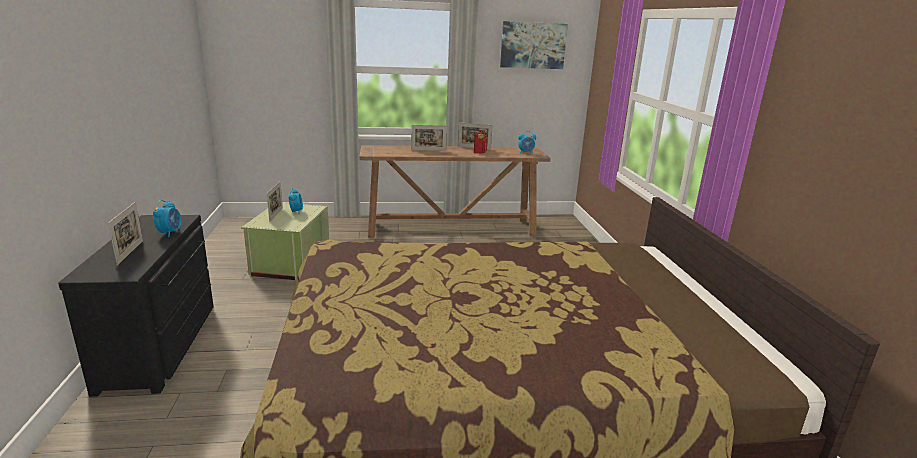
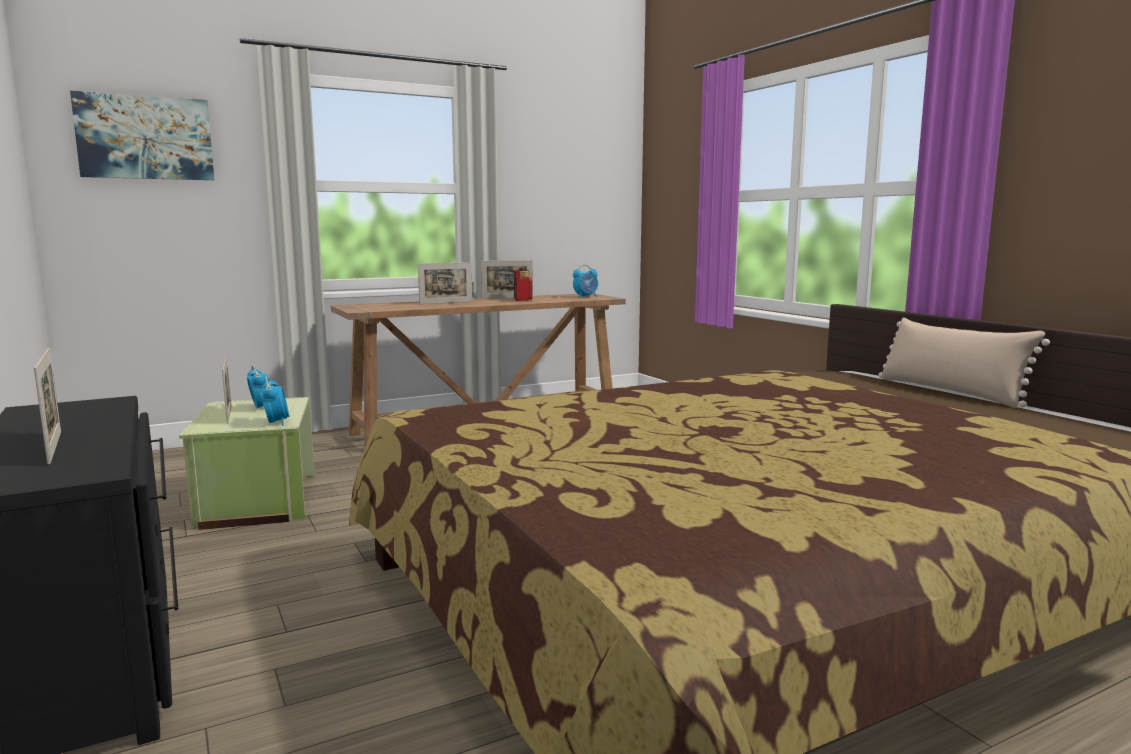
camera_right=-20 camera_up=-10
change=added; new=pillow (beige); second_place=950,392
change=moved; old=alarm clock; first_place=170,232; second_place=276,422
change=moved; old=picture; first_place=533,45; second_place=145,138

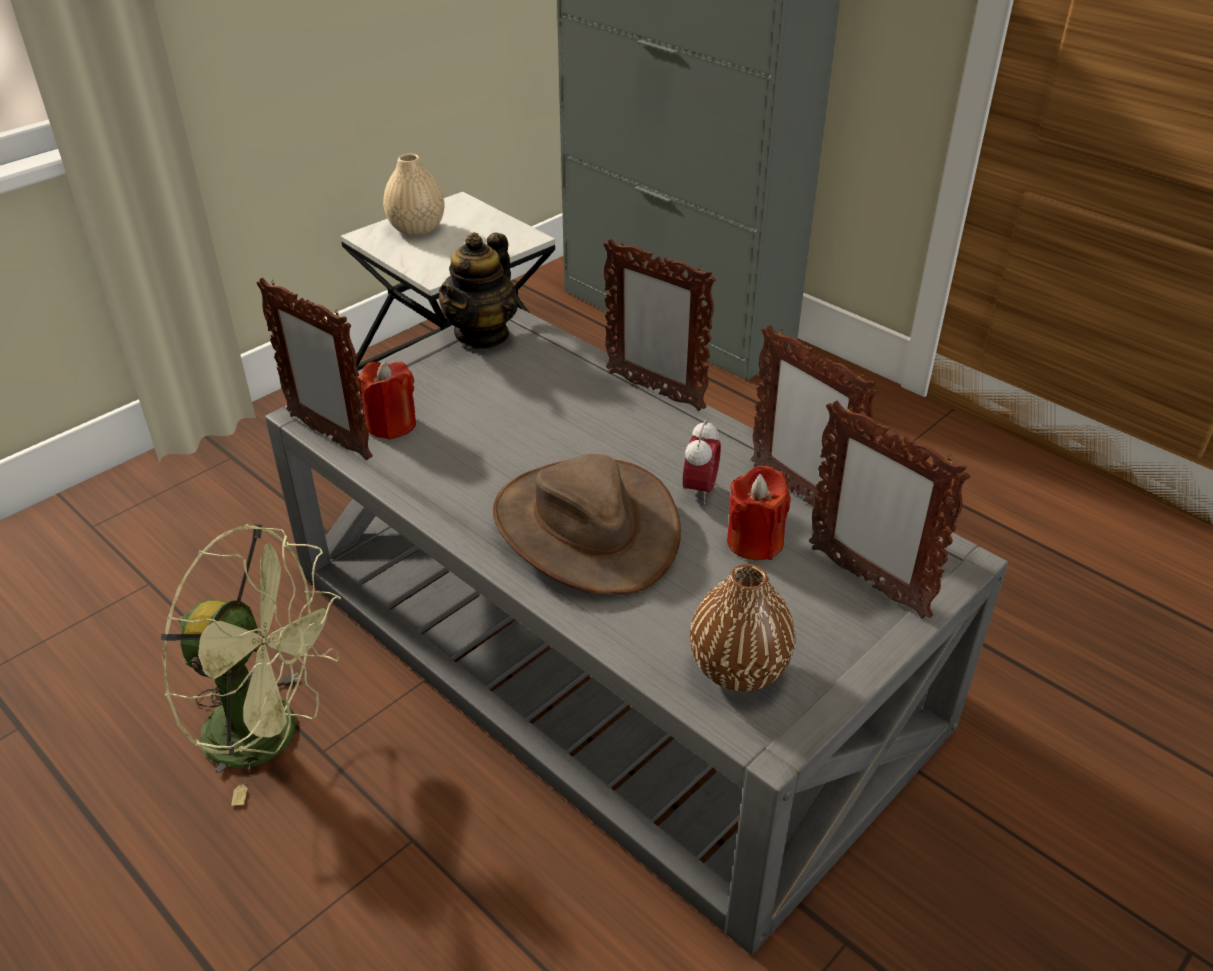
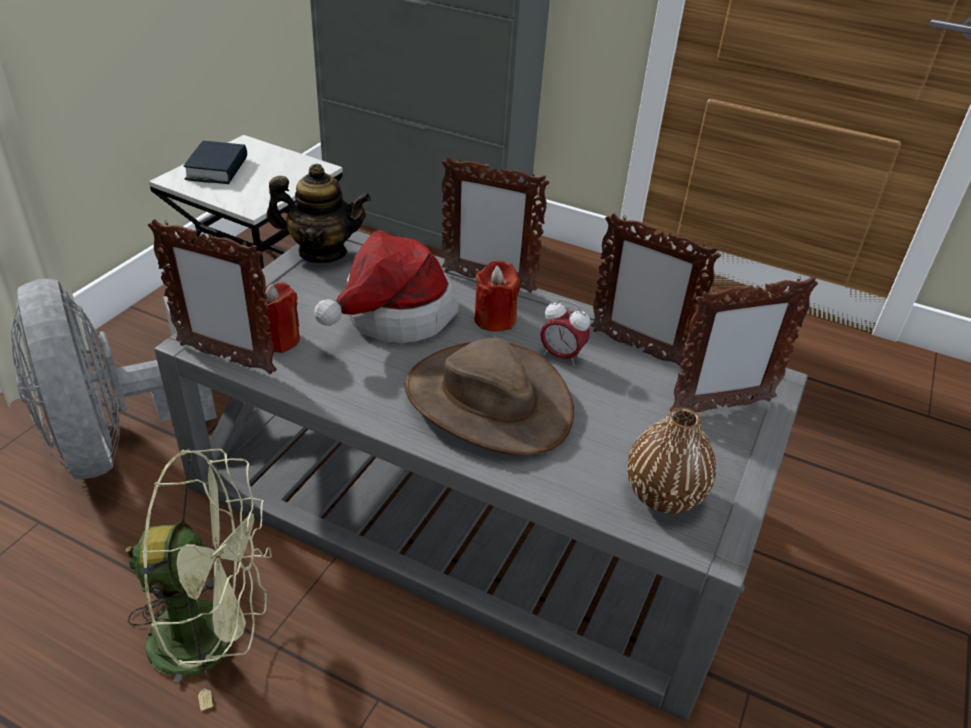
camera_right=-20 camera_up=0
change=added; new=fan (grey); second_place=117,440
change=added; new=hat; second_place=392,314
change=moved; old=candle (red); first_place=754,541; second_place=495,319
change=replaced; old=vase (beige); new=book; first_place=417,229; second_place=217,169
change=turned; old=teapot; first_place=482,334; second_place=322,252; degrees=-90
change=turned; old=alarm clock; first_place=699,490; second_place=561,356; degrees=120
change=turned; old=picture frame; first_place=866,581; second_place=720,407; degrees=-45

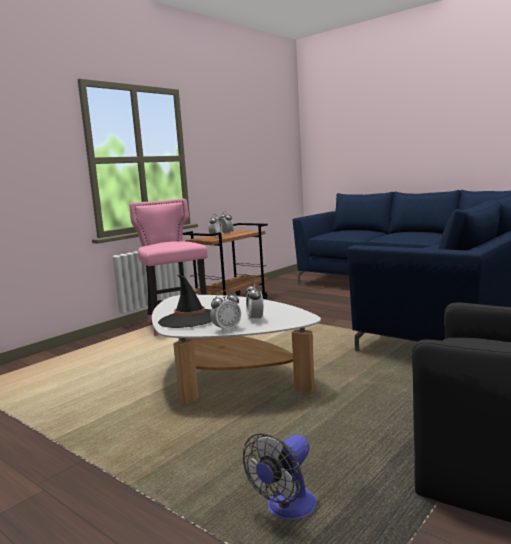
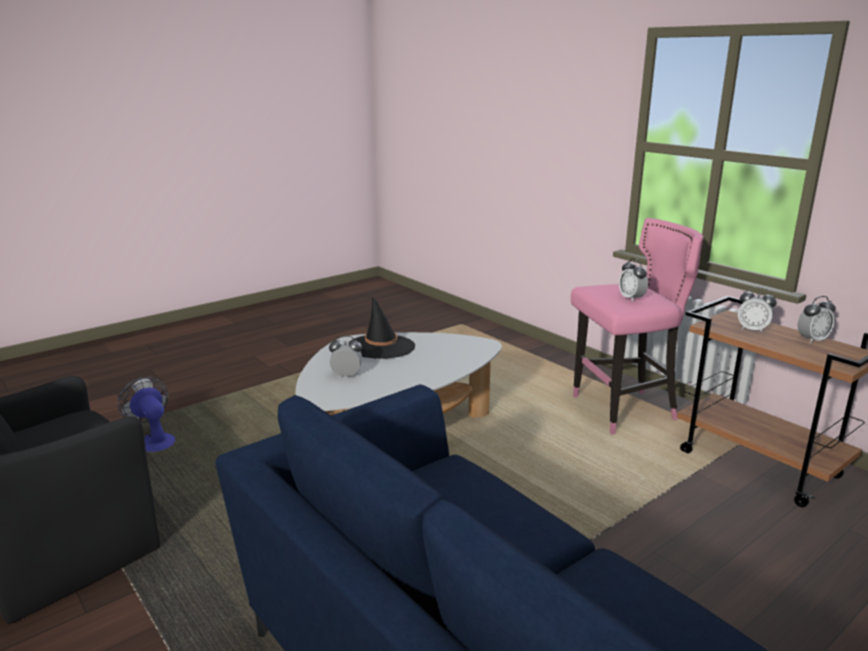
camera_right=100 camera_up=10
change=moved; old=alarm clock; first_place=226,329; second_place=631,298

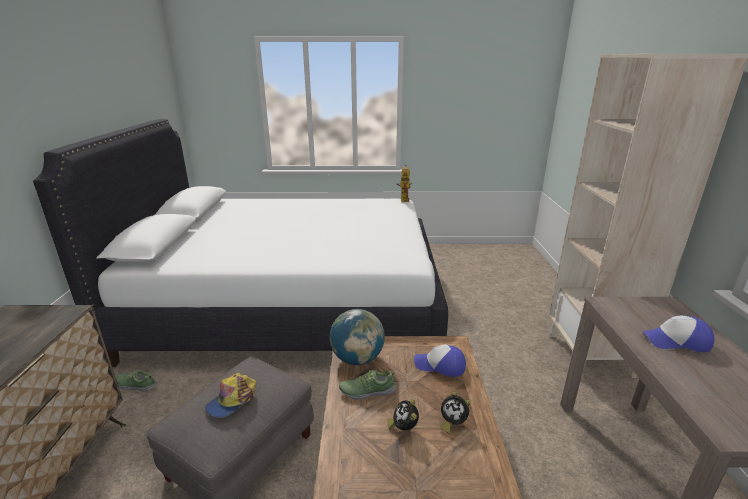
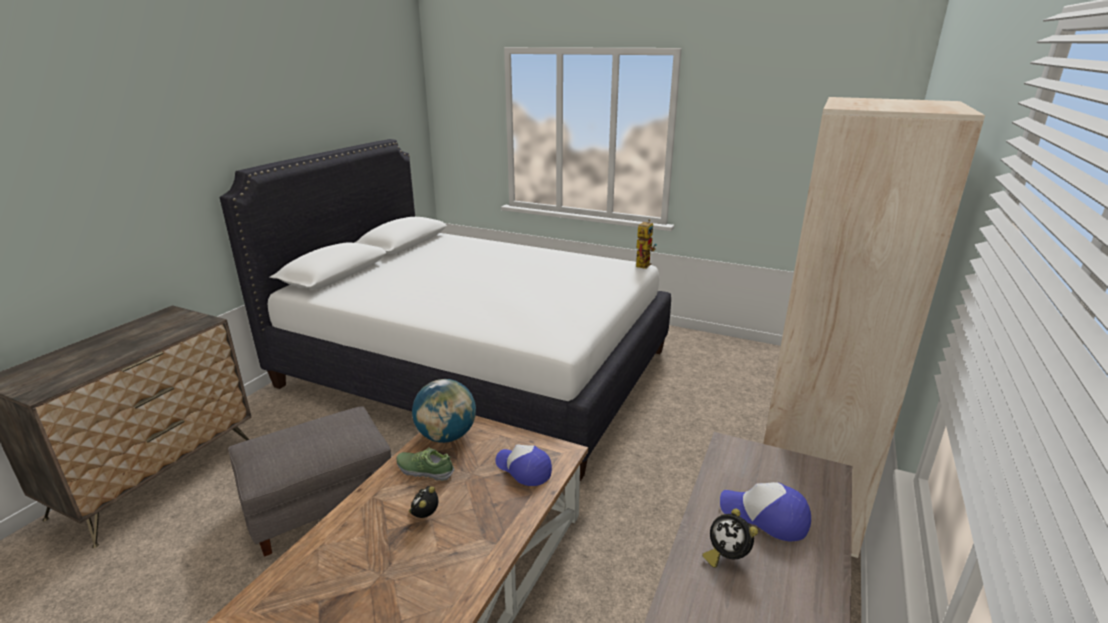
camera_right=25 camera_up=0
change=removed; old=shoe; first_place=136,385
change=removed; old=cap; first_place=232,400
change=moved; old=alarm clock; first_place=452,423; second_place=726,556

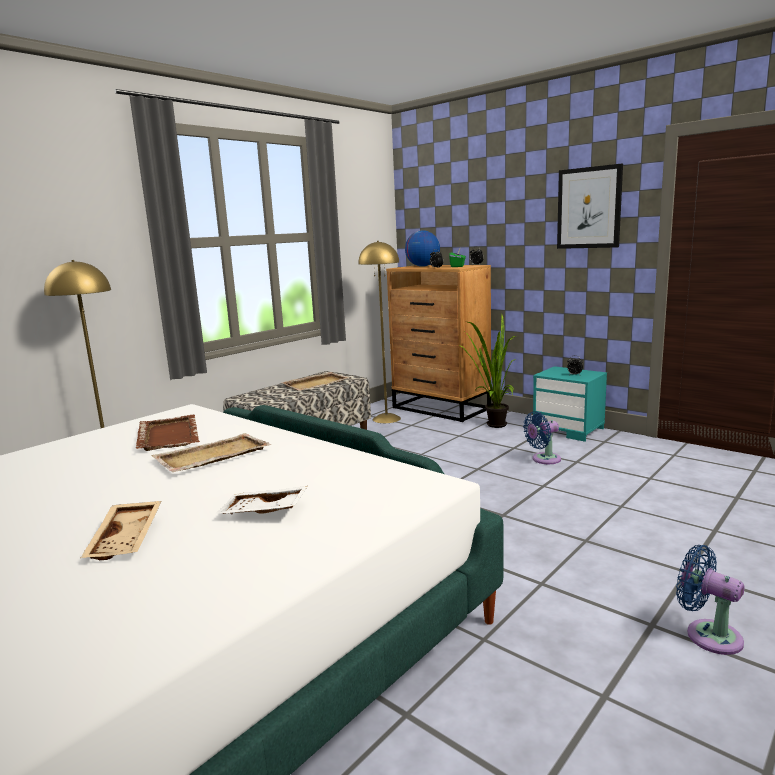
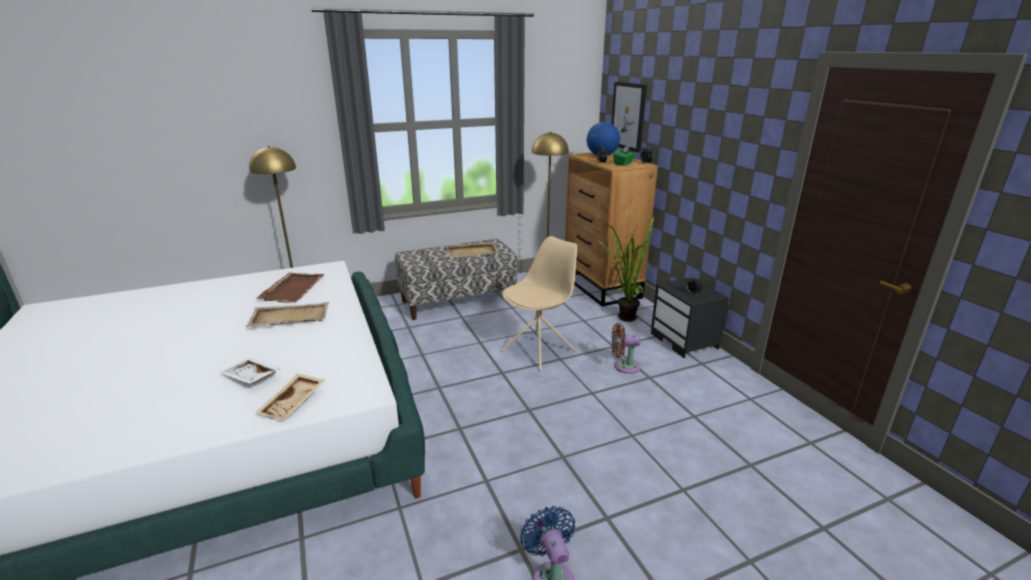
camera_right=25 camera_up=10
change=added; new=chair (beige); second_place=539,350
change=moved; old=tray (beige); first_place=128,539; second_place=294,404
change=moved; old=picture; first_place=589,208; second_place=628,116
change=recoloured; old=fan (blue); new=fan (brown); first_place=543,459; second_place=624,366
change=recoloured; old=nightstand (turquoise); new=nightstand (black); first_place=569,430; second_place=685,341

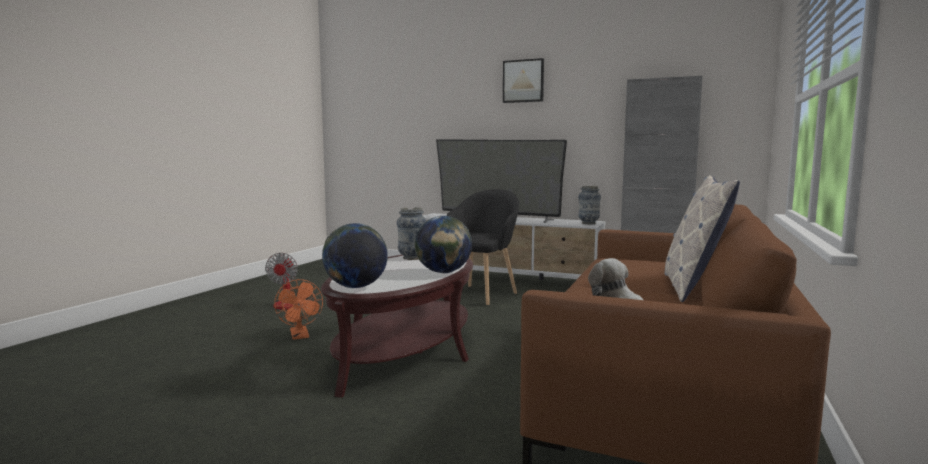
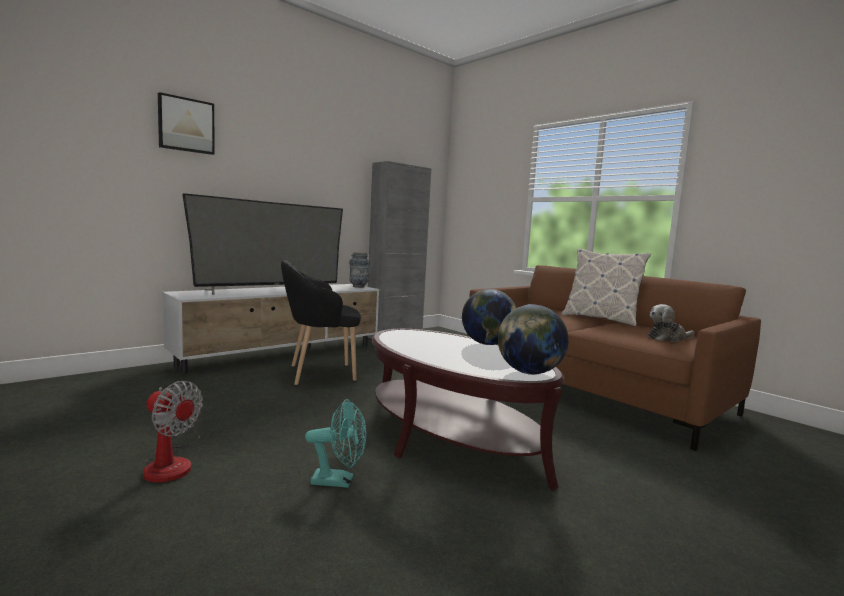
camera_right=-65 camera_up=0
change=removed; old=vase; first_place=412,258
change=moved; old=picture; first_place=523,81; second_place=186,125
change=recoloured; old=fan (orange); new=fan (turquoise); first_place=300,336; second_place=339,481
change=turned; old=armchair (black); first_place=481,295; second_place=319,374; degrees=-75

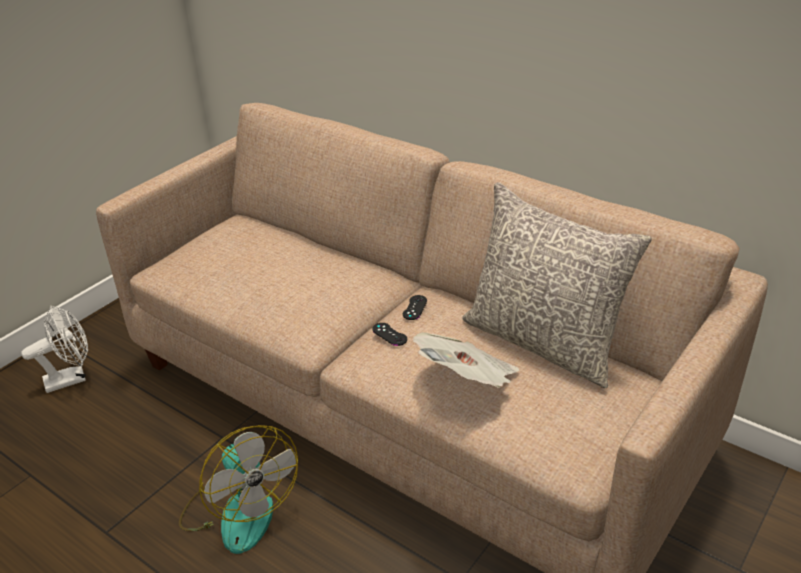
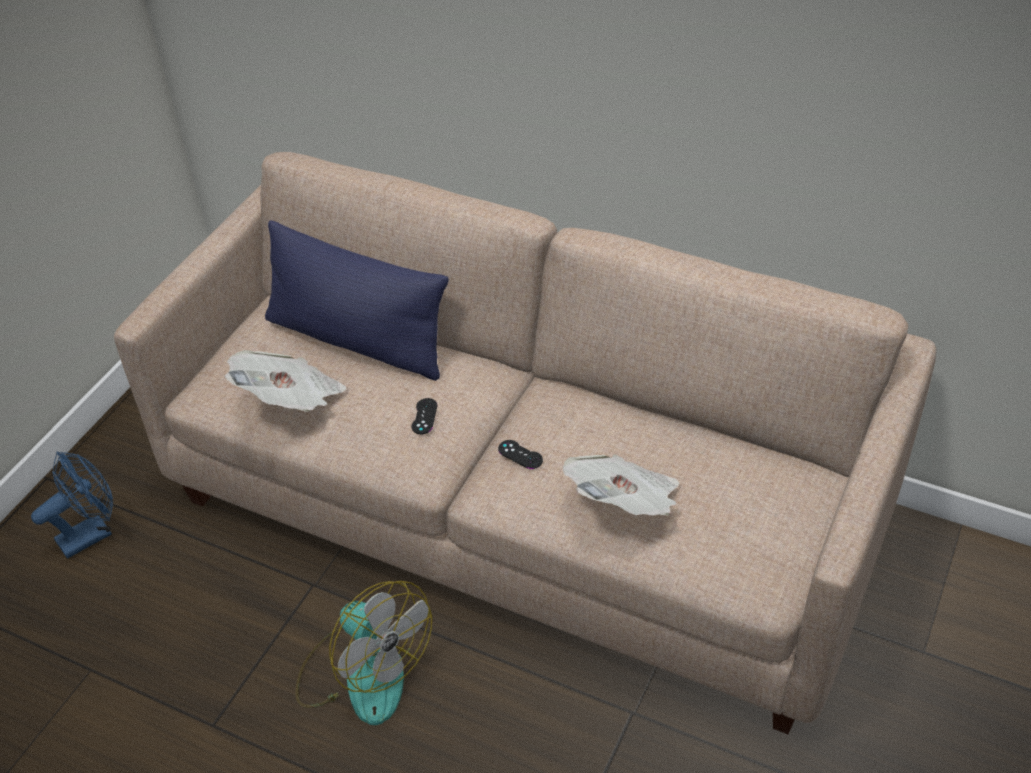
camera_right=-10 camera_up=10
change=removed; old=pillow (grey); first_place=543,342
change=added; new=newspaper; second_place=291,400
change=added; new=pillow (blue); second_place=357,340
change=moved; old=game controller (black); first_place=414,307; second_place=424,416
change=recoloured; old=fan (white); new=fan (blue); first_place=72,378; second_place=92,533

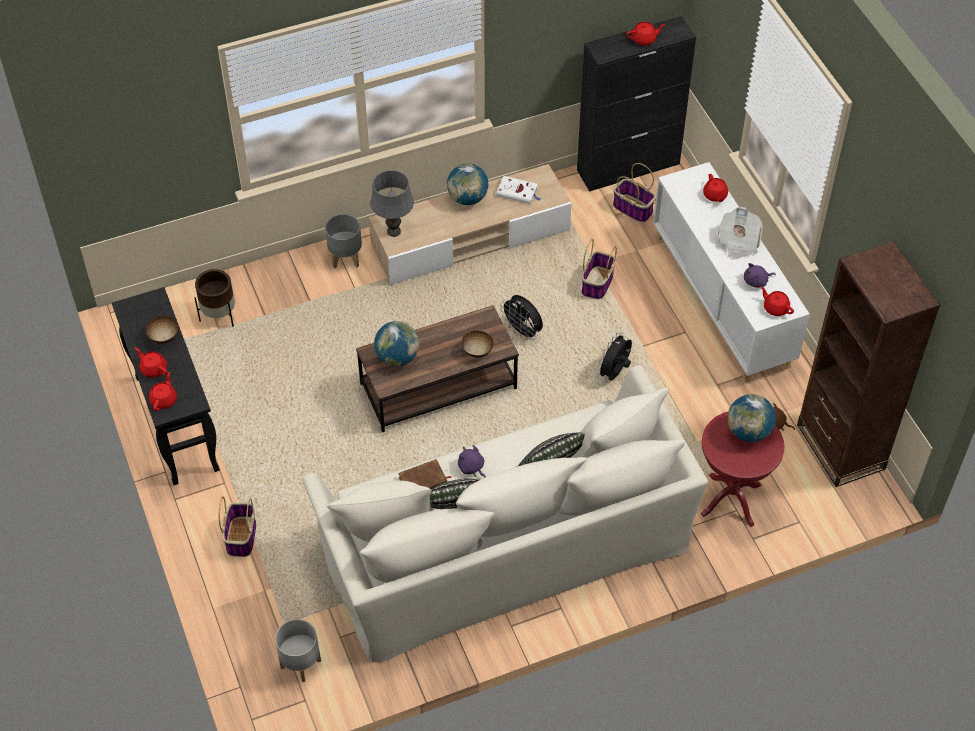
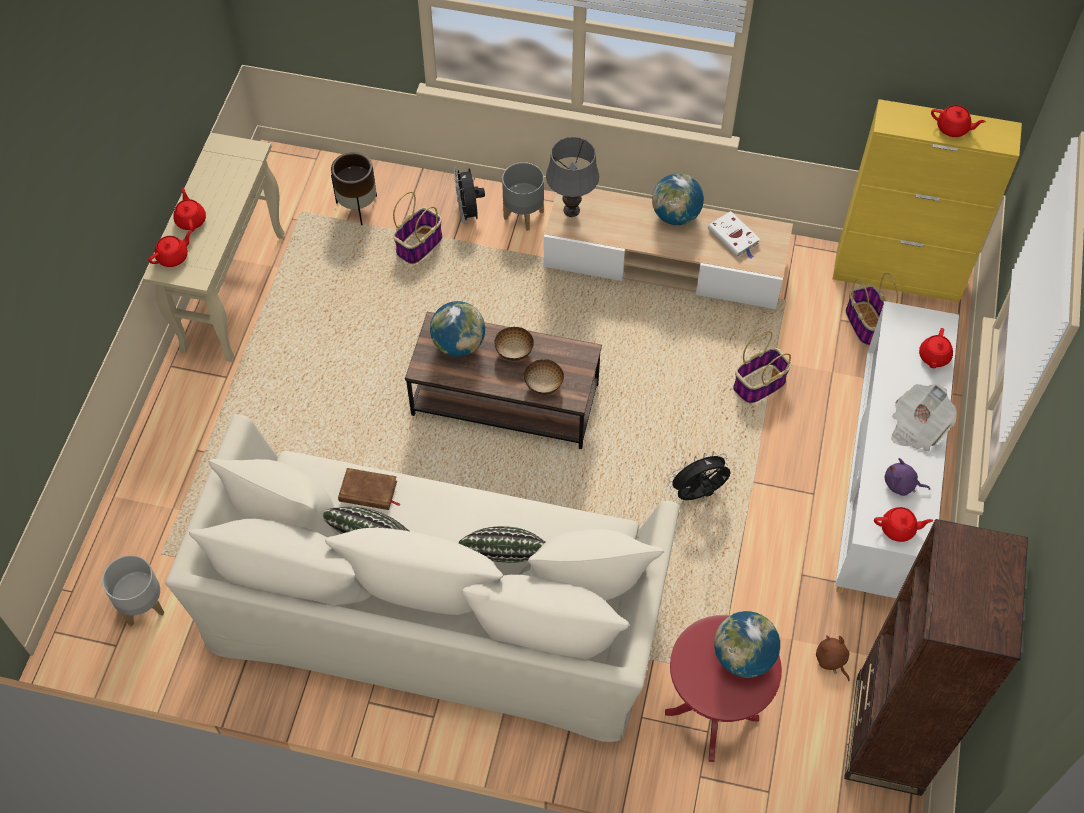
camera_right=35 camera_up=5
change=removed; old=plush toy (purple); first_place=472,468
change=moved; old=bowl; first_place=164,337; second_place=514,352
change=moved; old=basket; first_place=241,536; second_place=419,245
change=moved; old=fan (black); first_place=523,331; second_place=469,213
change=recoloured; old=console table (black); new=console table (beige); first_place=176,422; second_place=234,290
change=recoloured; old=cabinet (black); new=cabinet (yellow); first_place=629,167; second_place=898,275
change=turned; old=teapot (red); first_place=775,308; second_place=898,529; degrees=105

